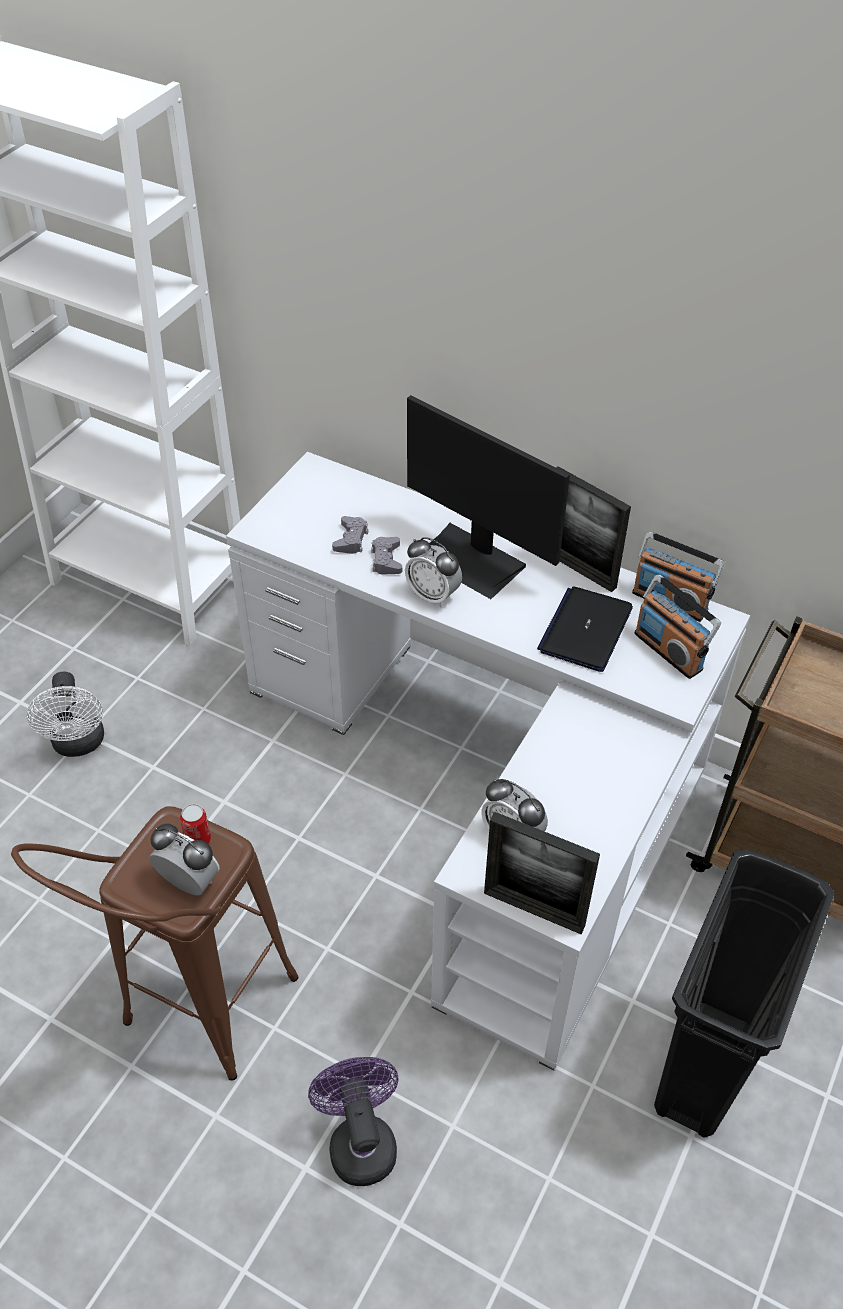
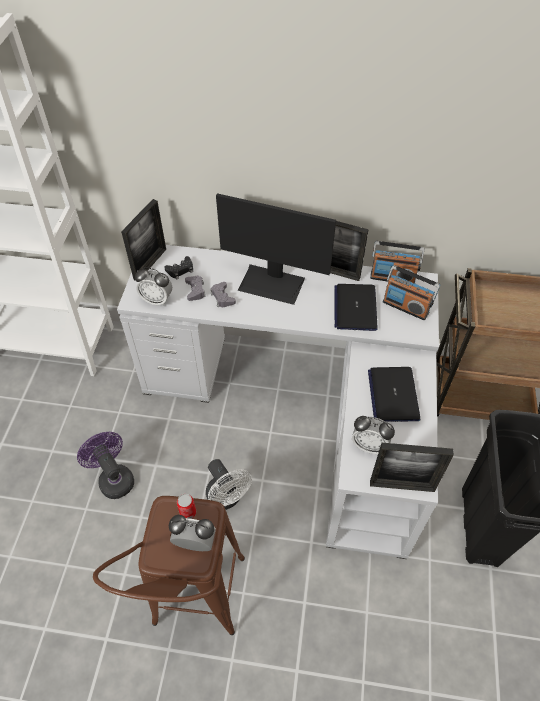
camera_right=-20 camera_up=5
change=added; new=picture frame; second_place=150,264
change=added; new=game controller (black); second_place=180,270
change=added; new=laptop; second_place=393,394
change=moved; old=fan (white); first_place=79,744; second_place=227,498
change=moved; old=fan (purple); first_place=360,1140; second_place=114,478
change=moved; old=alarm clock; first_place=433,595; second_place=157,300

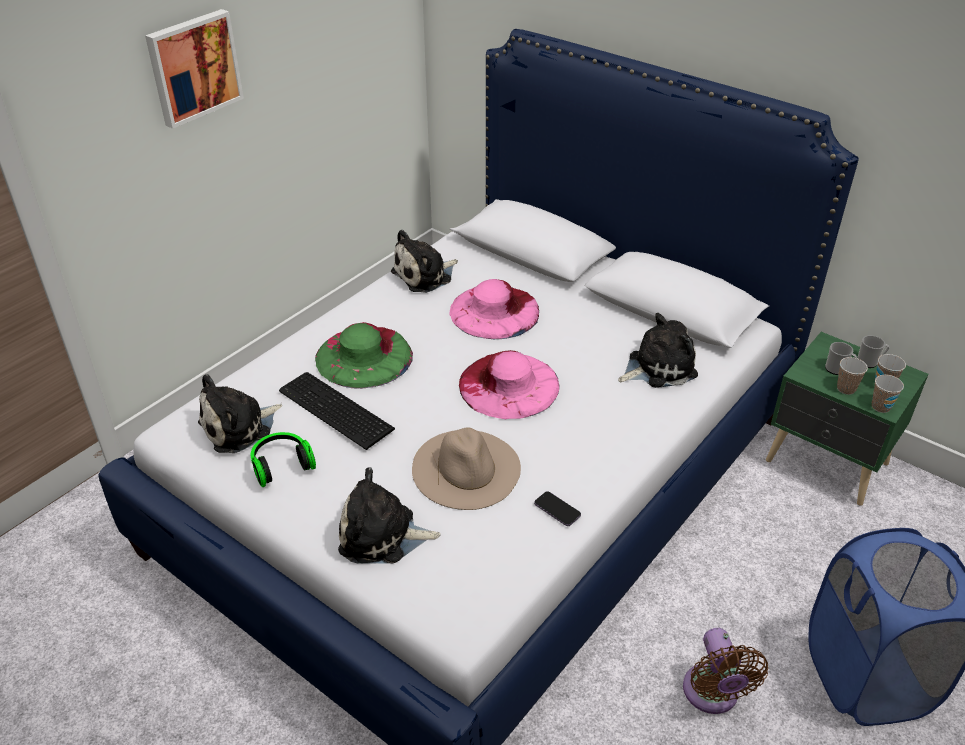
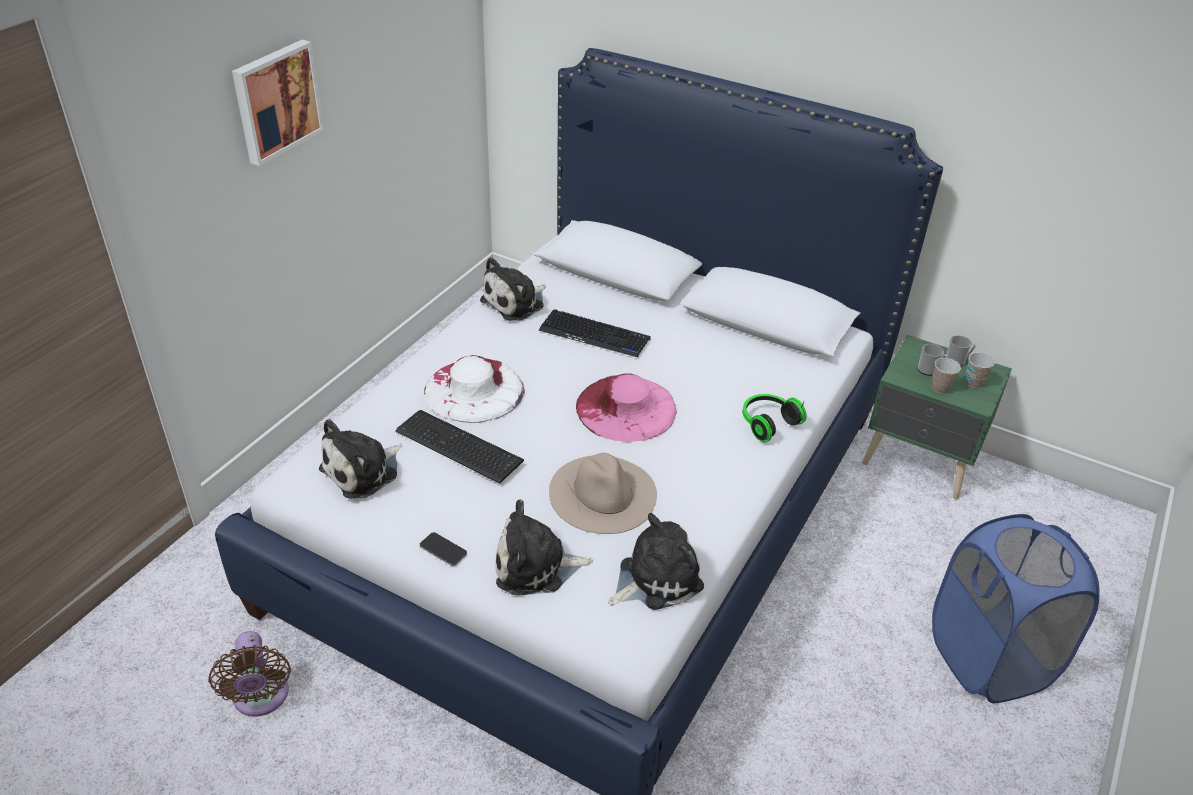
camera_right=-10 camera_up=0
change=removed; old=cup; first_place=880,407
change=moved; old=headphones; first_place=281,465; second_place=767,423
change=moved; old=phone; first_place=557,510; second_place=443,550
change=moved; old=plush toy; first_place=658,367; second_place=655,578
change=moved; old=fan (brown); first_place=712,695; second_place=261,698
change=replaced; old=hat (pink); new=keyboard; first_place=494,311; second_place=594,335
change=recoloured; old=hat (green); new=hat (white); first_place=364,356; second_place=474,390

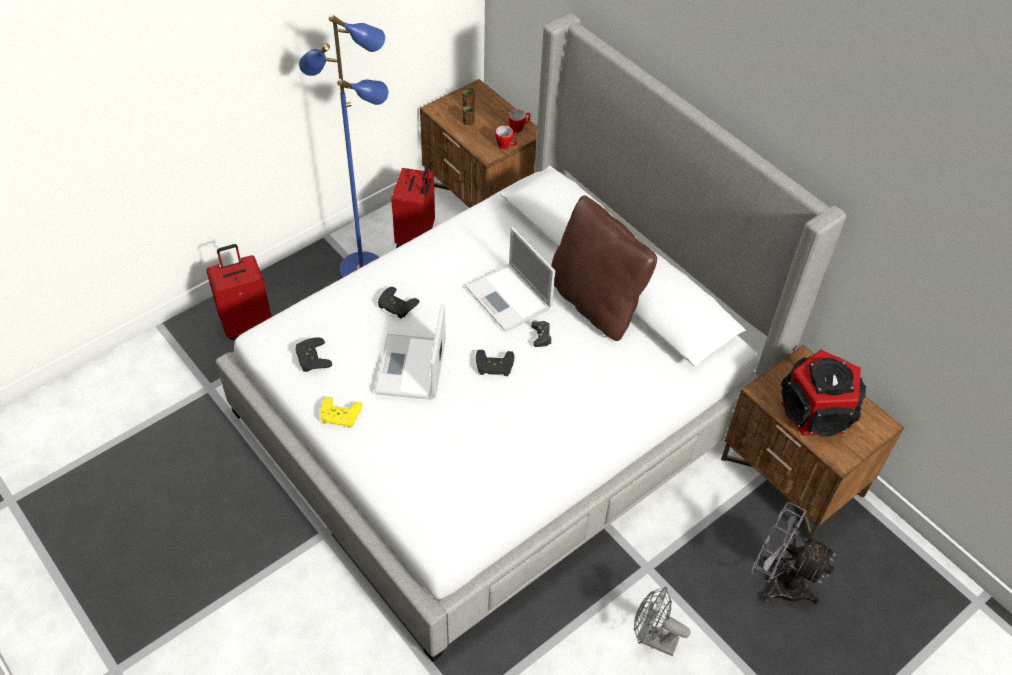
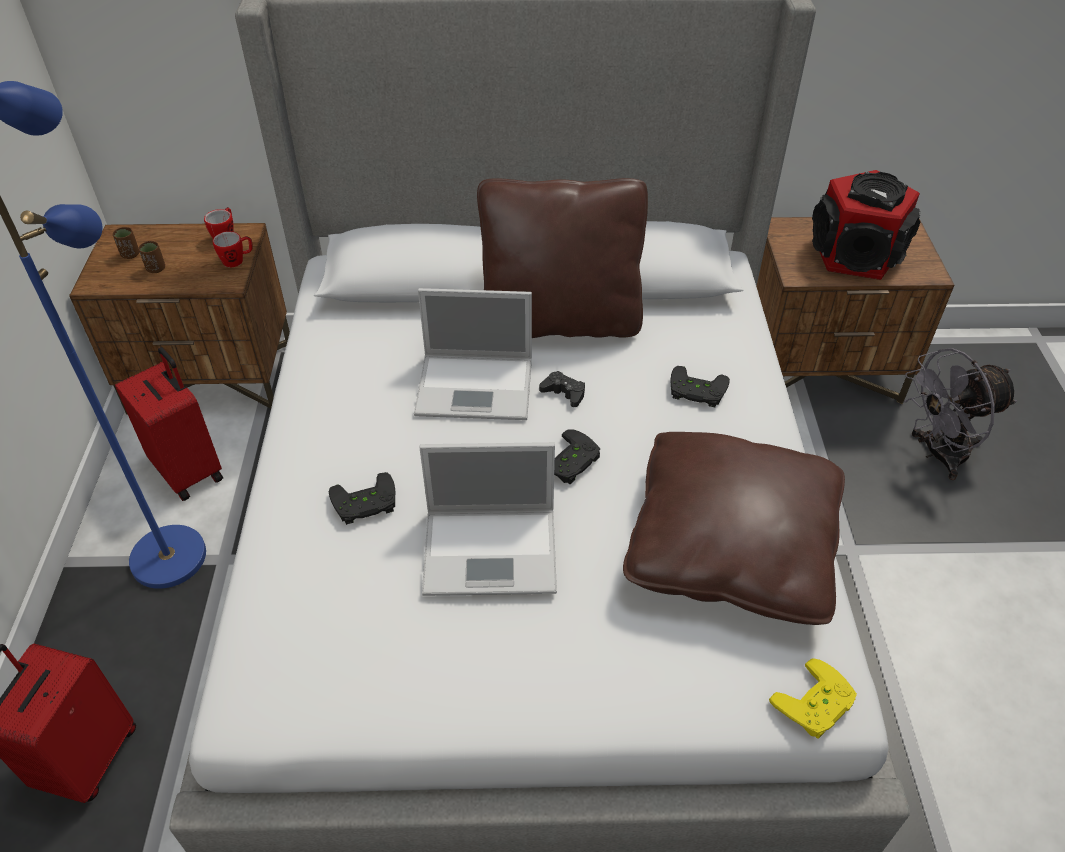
camera_right=-50 camera_up=-5
change=removed; old=fan (grey); first_place=653,639
change=added; new=pillow (brown); second_place=730,546
change=moved; old=game controller (black); first_place=310,358; second_place=696,392
change=moved; old=game controller (yellow); first_place=339,416; second_place=817,706
change=turned; old=laptop; first_place=411,368; second_place=493,550; degrees=-45

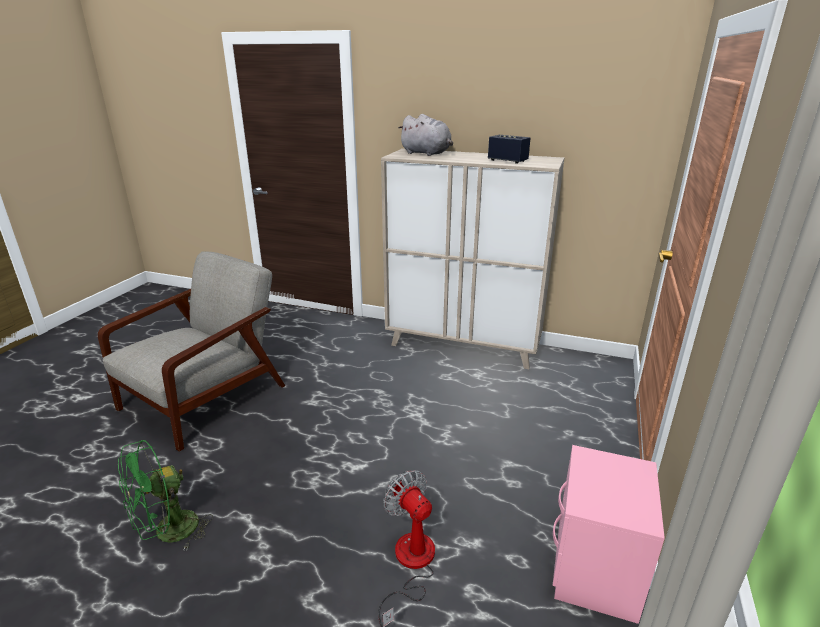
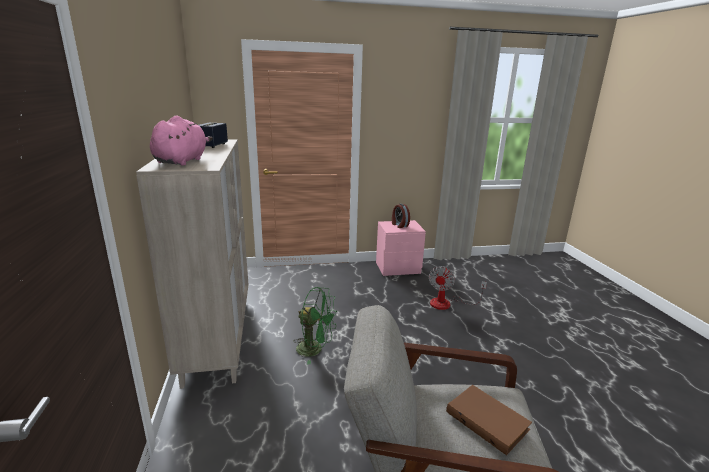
camera_right=-120 camera_up=-5
change=added; new=alarm clock; second_place=399,225
change=added; new=book (brown); second_place=488,420
change=moved; old=fan (green); first_place=168,533; second_place=315,349
change=recoloured; old=plush toy (grey); new=plush toy (pink); first_place=427,154; second_place=182,161

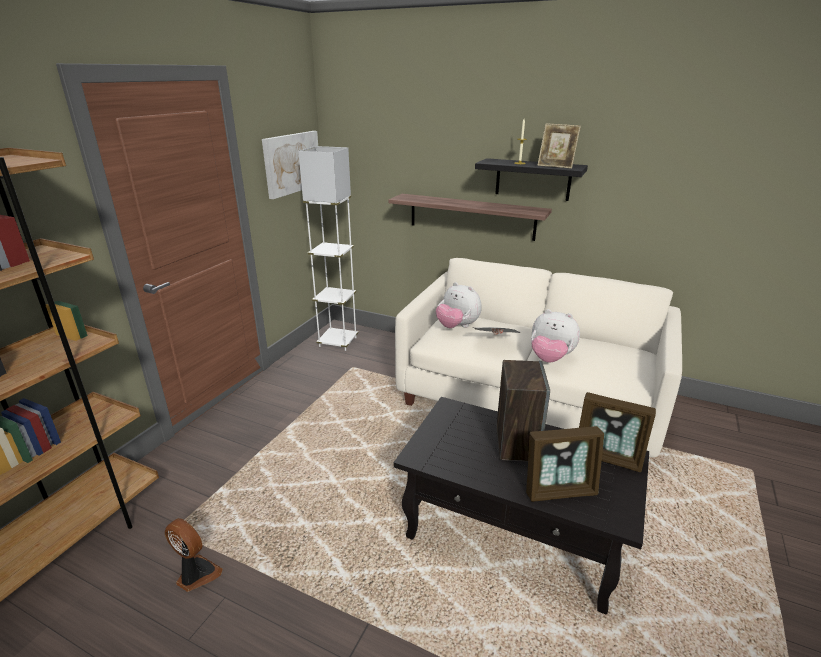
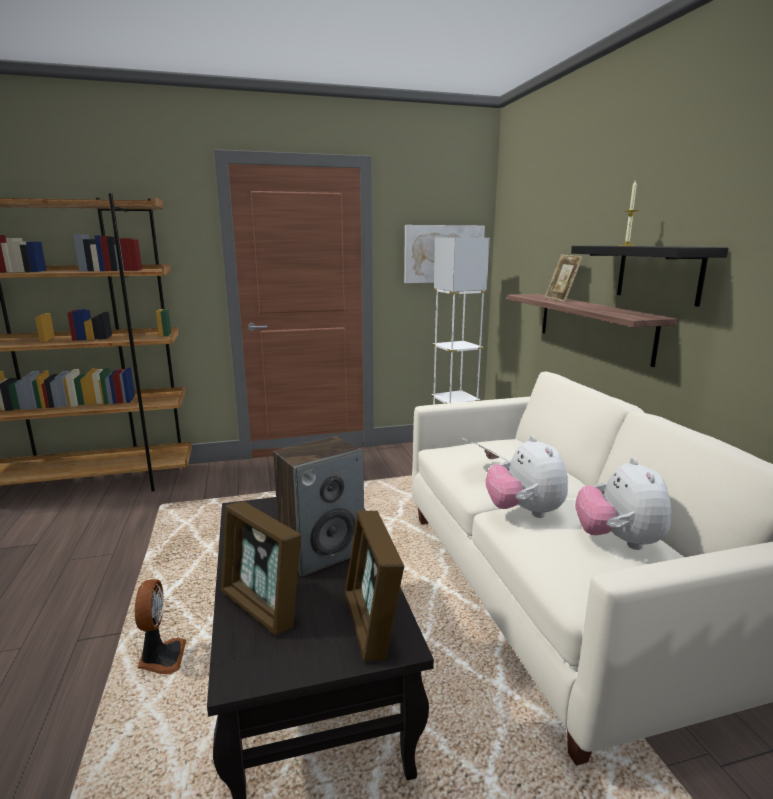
camera_right=50 camera_up=-10
change=moved; old=fan; first_place=196,575; second_place=161,658
change=moved; old=plush toy; first_place=457,326; second_place=618,541
change=moved; old=picture frame; first_place=556,166; second_place=561,299

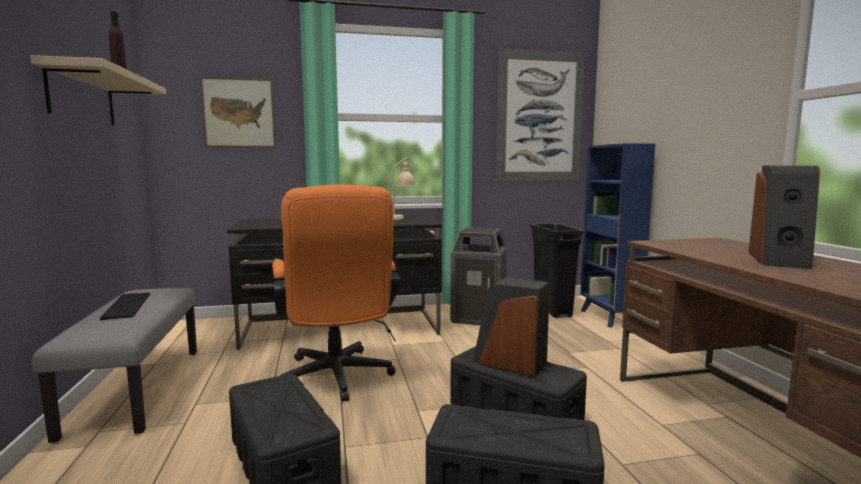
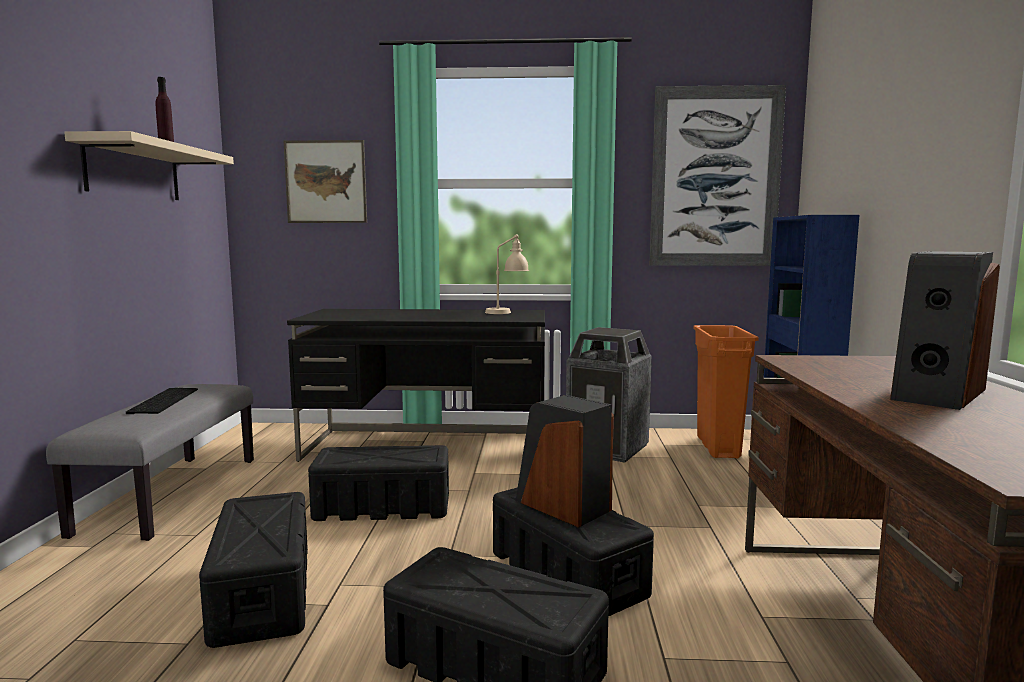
camera_right=15 camera_up=0
change=replaced; old=office chair (orange); new=storage box (black); first_place=336,379; second_place=381,507
change=recoloured; old=trash can (black); new=trash can (orange); first_place=552,310; second_place=717,447

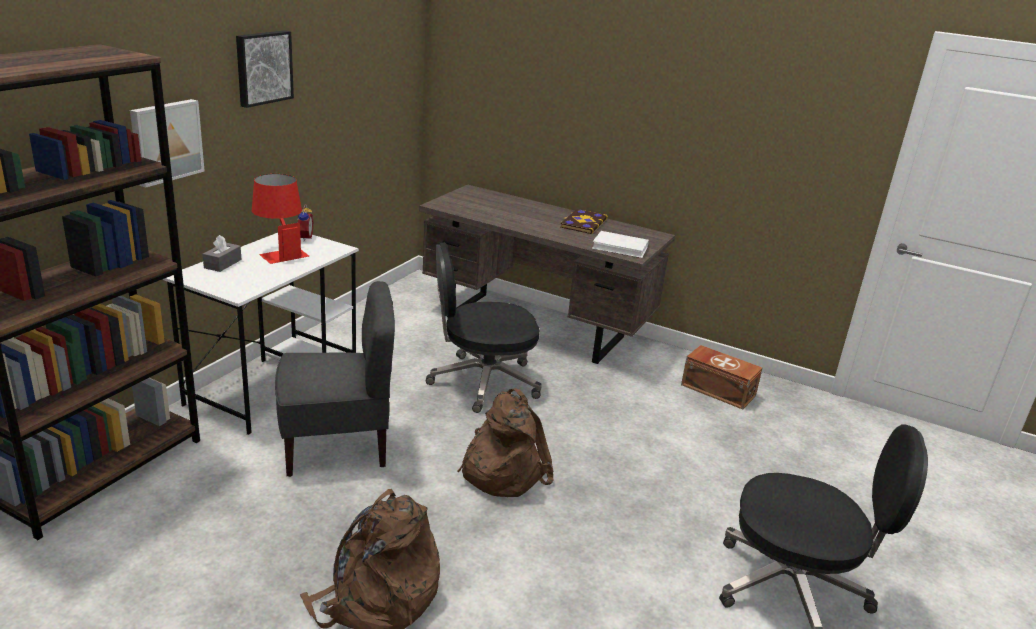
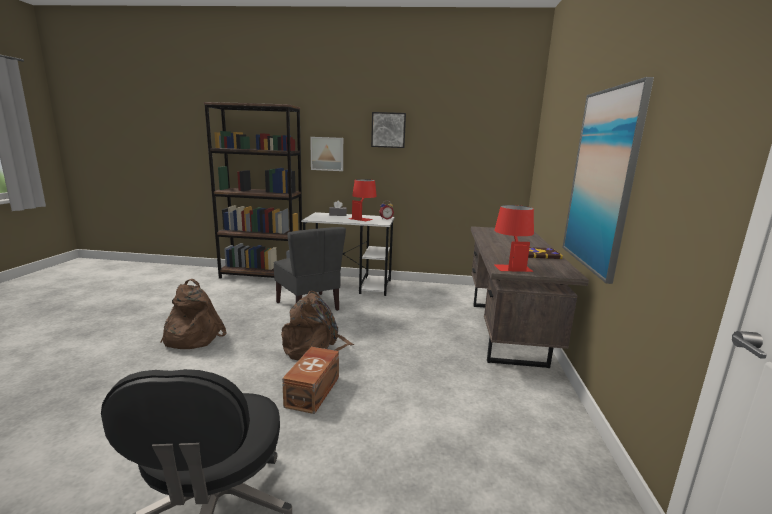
camera_right=70 camera_up=-10
change=removed; old=office chair (black); first_place=482,382
change=added; new=picture; second_place=601,180
change=moved; old=storage box (brown); first_place=717,389; second_place=314,391
change=replaced; old=book (white); new=table lamp (red); first_place=620,248; second_place=510,265

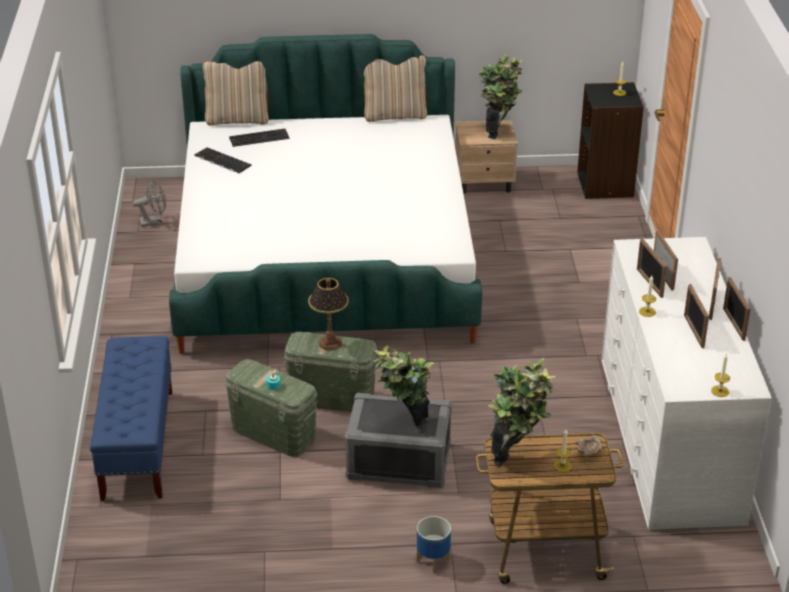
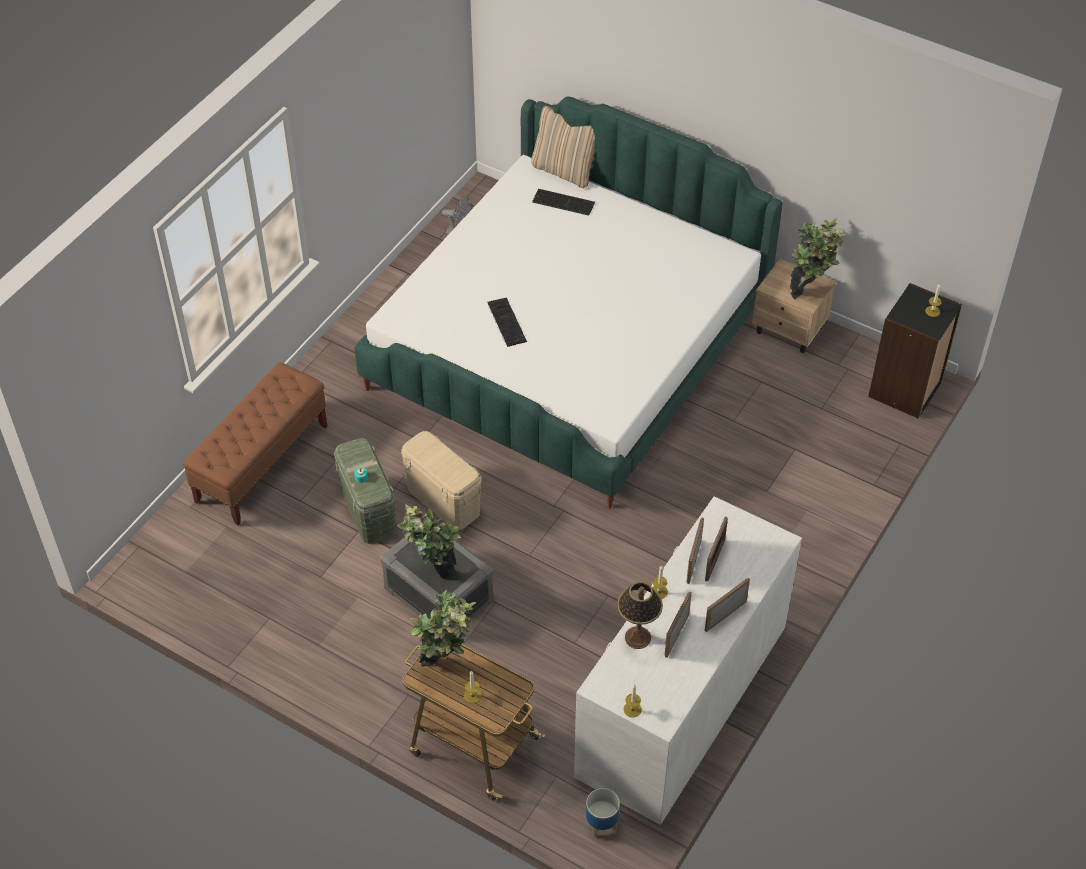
camera_right=35 camera_up=15
change=removed; old=pillow (beige); first_place=395,115
change=removed; old=bowl (beige); first_place=589,453
change=removed; old=picture frame; first_place=733,324
change=moved; old=keyboard; first_place=221,161; second_place=505,322
change=moved; old=table lamp; first_place=330,343; second_place=637,638
change=moved; old=planter; first_place=433,561; second_place=602,824
change=recoloured; old=bench (blue); new=bench (brown); first_place=138,444; second_place=262,464
change=recoloured; old=storage box (green); new=storage box (beige); first_place=331,398; second_place=443,500

